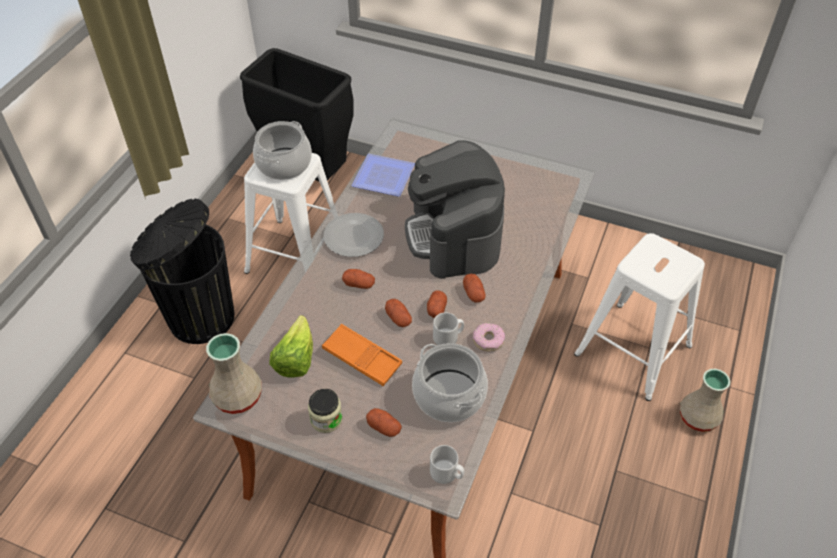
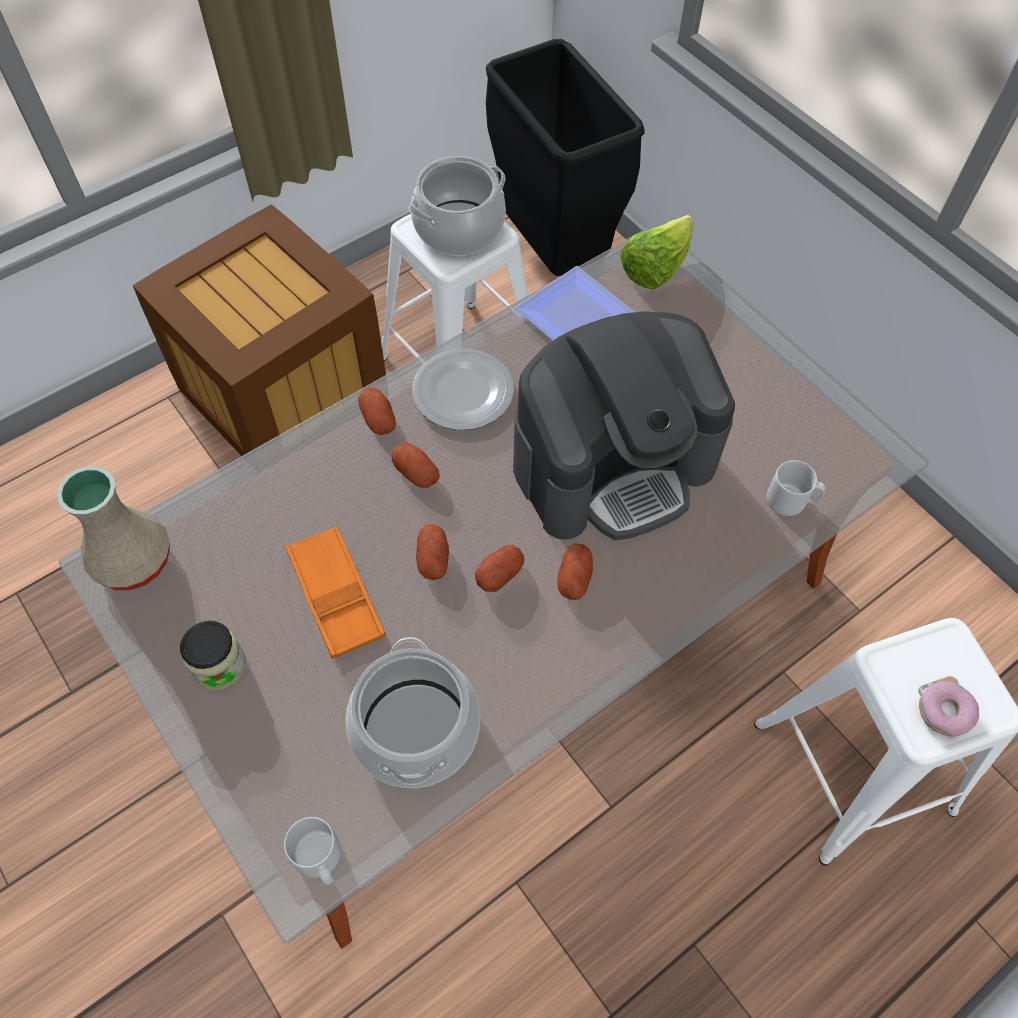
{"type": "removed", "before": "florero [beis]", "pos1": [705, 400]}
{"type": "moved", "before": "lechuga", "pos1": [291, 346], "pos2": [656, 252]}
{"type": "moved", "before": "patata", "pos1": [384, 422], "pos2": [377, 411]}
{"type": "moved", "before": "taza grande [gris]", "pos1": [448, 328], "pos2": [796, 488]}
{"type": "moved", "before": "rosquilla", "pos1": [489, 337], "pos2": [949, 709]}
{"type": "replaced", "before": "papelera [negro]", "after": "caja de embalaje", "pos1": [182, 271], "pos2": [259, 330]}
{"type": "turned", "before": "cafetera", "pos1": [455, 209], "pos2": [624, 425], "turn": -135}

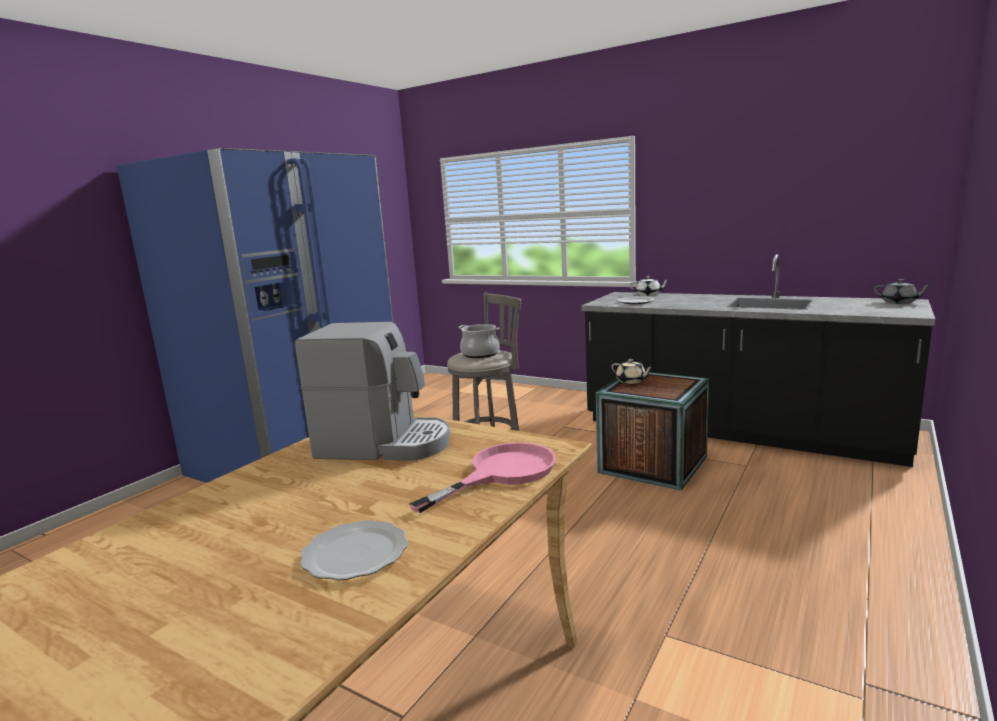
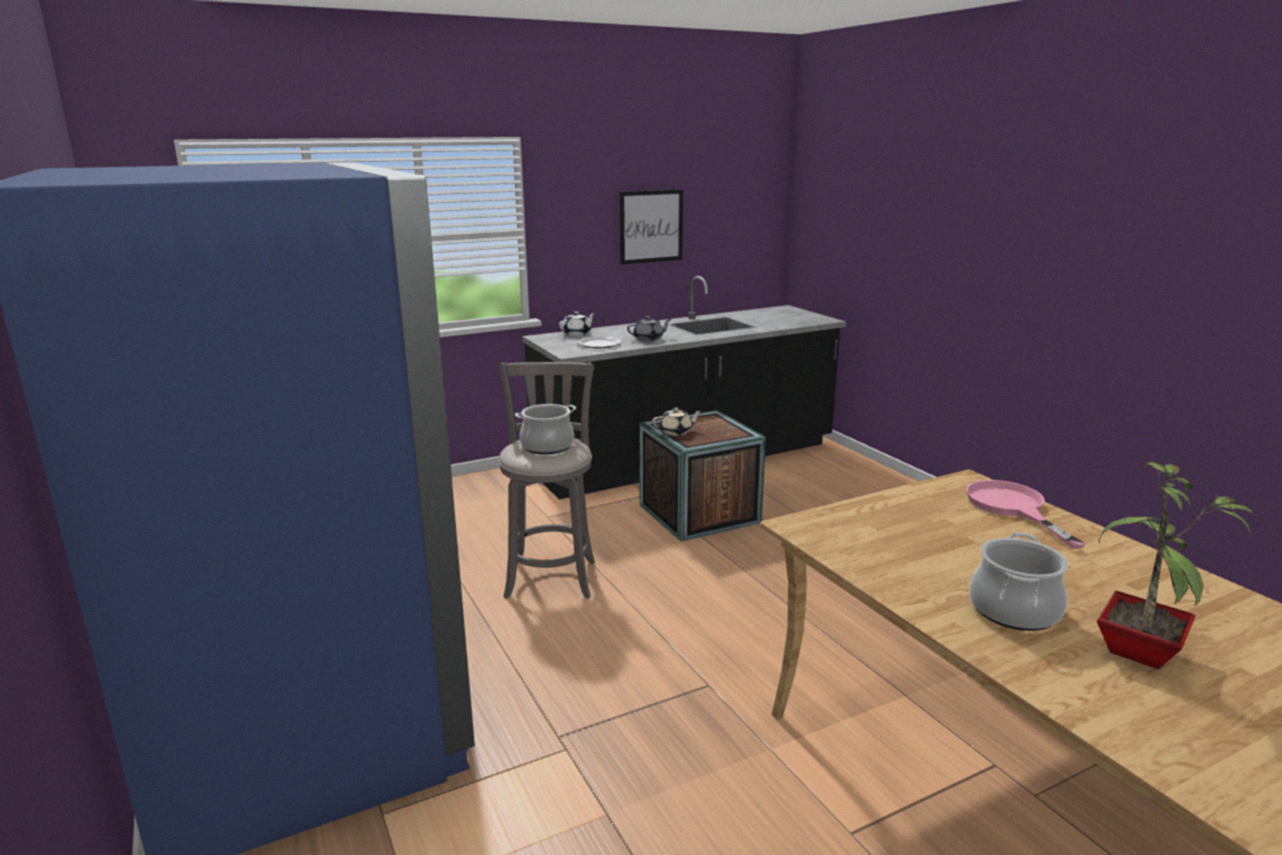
{"type": "removed", "before": "cafetera", "pos1": [372, 391]}
{"type": "removed", "before": "plato", "pos1": [354, 550]}
{"type": "added", "after": "cuadro", "pos2": [651, 227]}
{"type": "added", "after": "olla", "pos2": [1018, 582]}
{"type": "added", "after": "planta en maceta", "pos2": [1177, 564]}
{"type": "moved", "before": "tetera [gris]", "pos1": [902, 291], "pos2": [649, 328]}

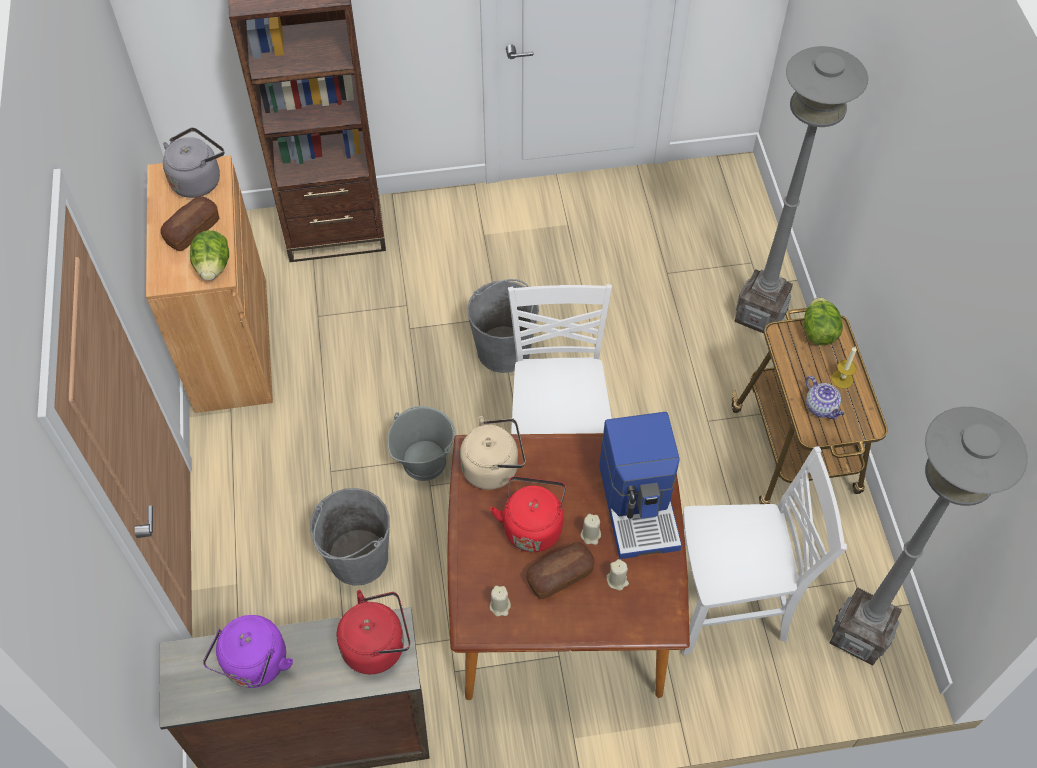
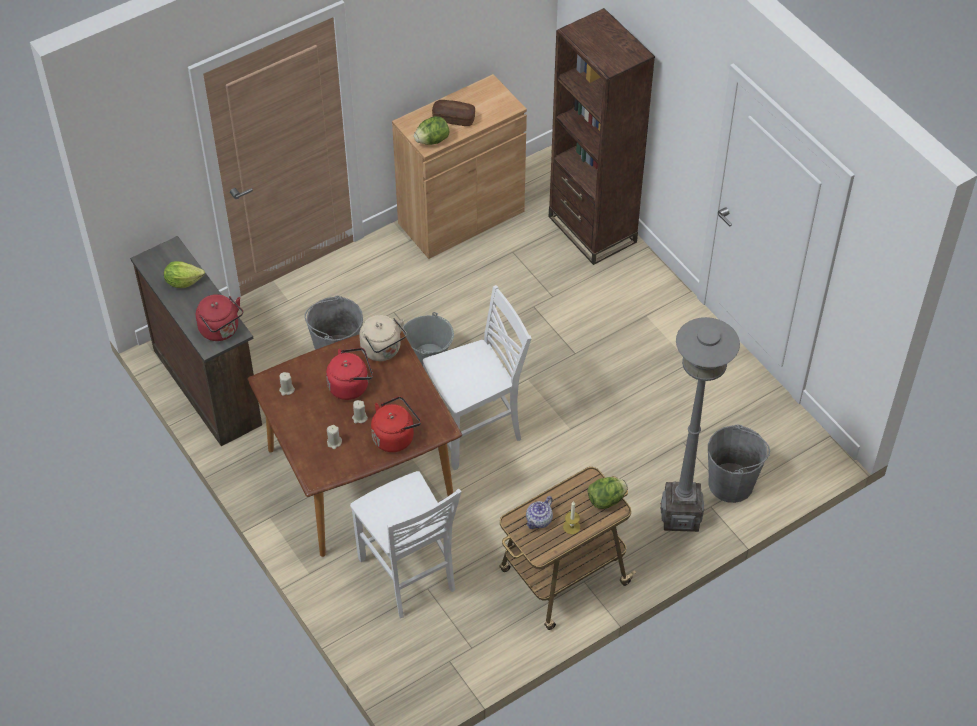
{"type": "removed", "before": "hervidor [gris]", "pos1": [193, 163]}
{"type": "removed", "before": "pan", "pos1": [560, 570]}
{"type": "removed", "before": "lámpara de pie [gris]", "pos1": [928, 536]}
{"type": "moved", "before": "cubo [gris]", "pos1": [503, 326], "pos2": [739, 464]}
{"type": "replaced", "before": "hervidor [morado]", "after": "lechuga", "pos1": [248, 651], "pos2": [184, 274]}
{"type": "replaced", "before": "cafetera", "after": "hervidor [rojo]", "pos1": [640, 485], "pos2": [396, 424]}

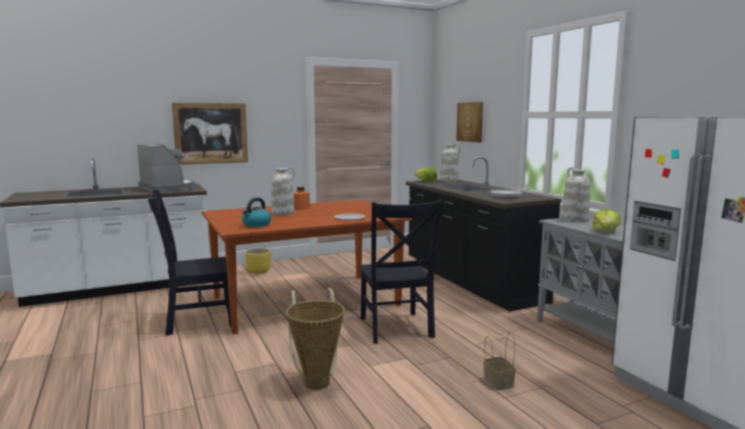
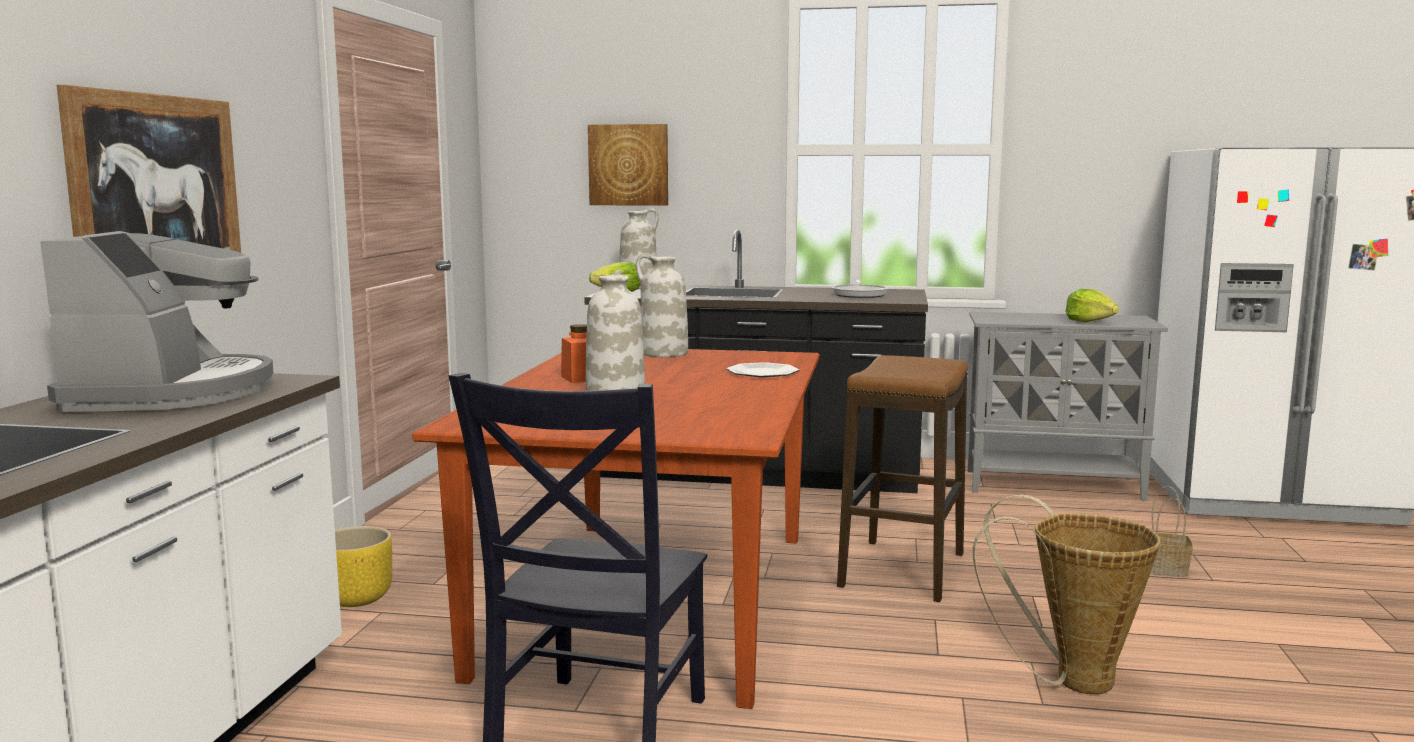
{"type": "removed", "before": "hervidor", "pos1": [256, 212]}
{"type": "moved", "before": "florero [blanco]", "pos1": [576, 194], "pos2": [662, 305]}
{"type": "replaced", "before": "silla [negro]", "after": "taburete", "pos1": [401, 272], "pos2": [902, 478]}
{"type": "turned", "before": "cafetera", "pos1": [166, 168], "pos2": [156, 321], "turn": 90}

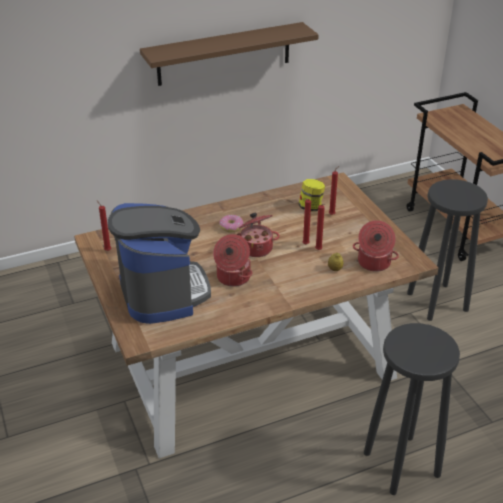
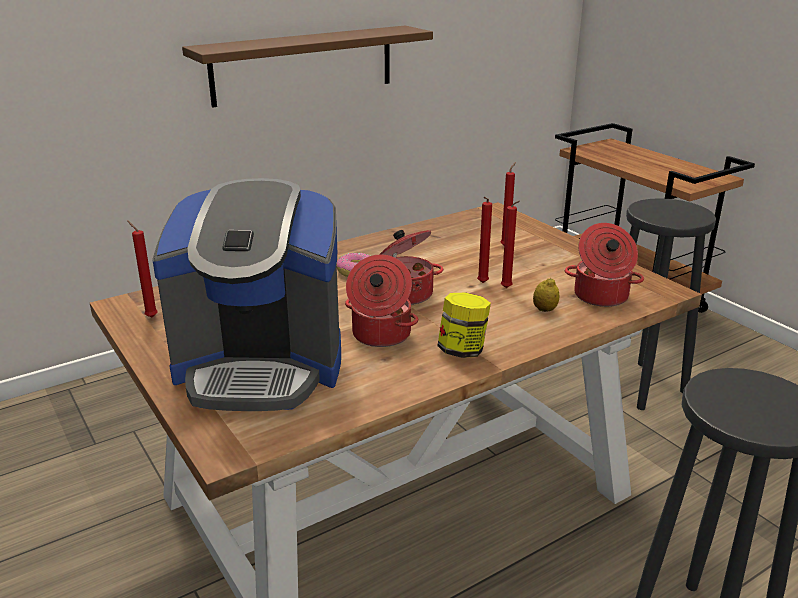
{"type": "moved", "before": "tarro", "pos1": [312, 195], "pos2": [464, 325]}
{"type": "turned", "before": "cafetera", "pos1": [159, 263], "pos2": [246, 294], "turn": 120}

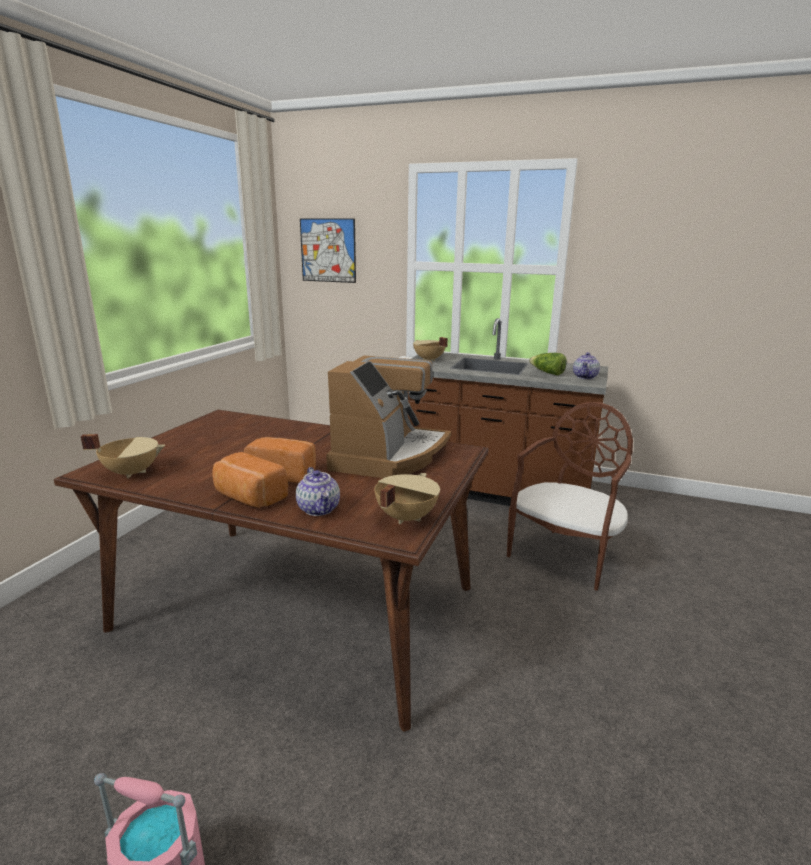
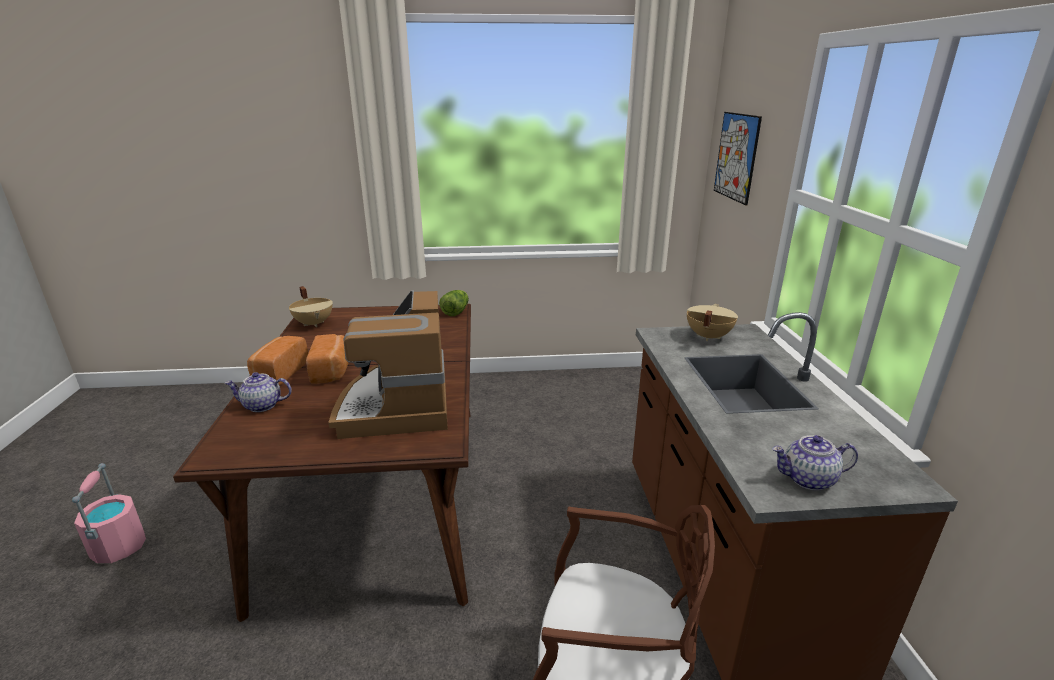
{"type": "removed", "before": "olla [beis]", "pos1": [407, 498]}
{"type": "moved", "before": "lechuga", "pos1": [548, 364], "pos2": [454, 303]}
{"type": "turned", "before": "tetera", "pos1": [318, 491], "pos2": [258, 392], "turn": 45}
{"type": "turned", "before": "cafetera", "pos1": [388, 417], "pos2": [388, 364], "turn": 90}

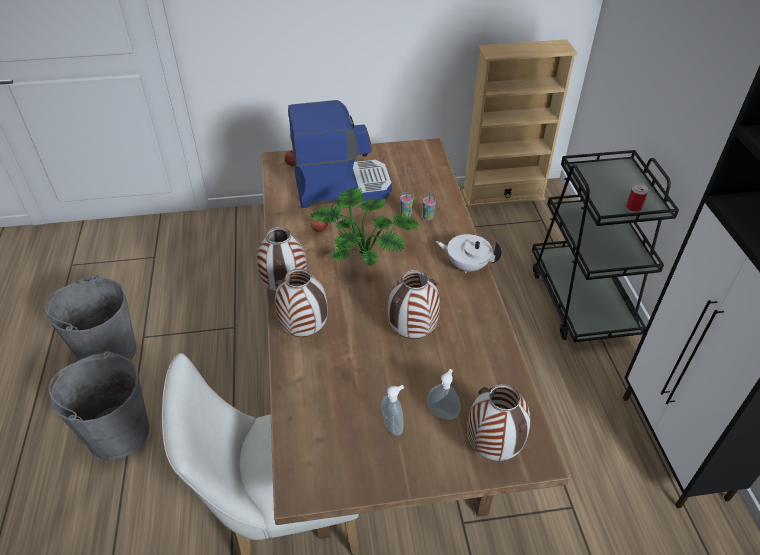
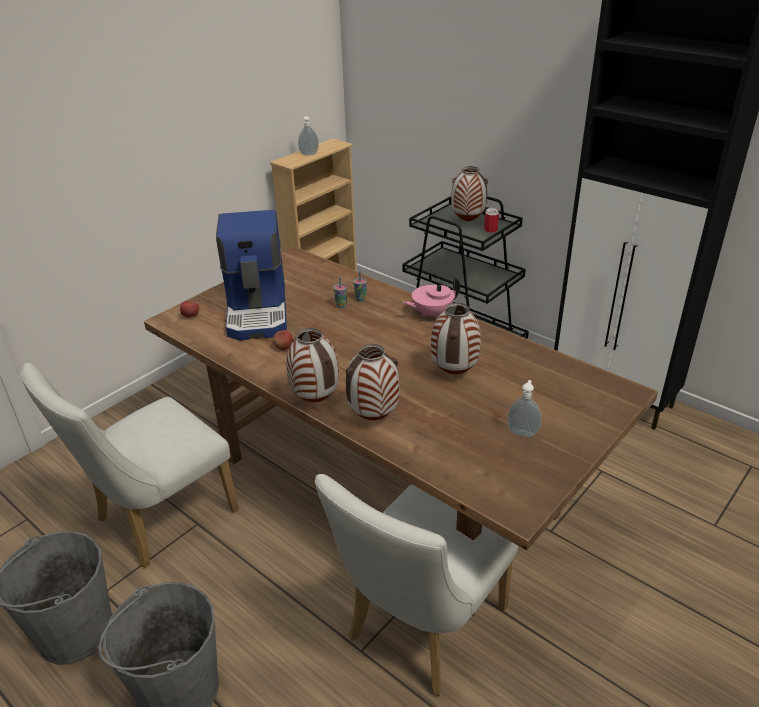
{"type": "removed", "before": "planta en maceta", "pos1": [364, 226]}
{"type": "added", "after": "silla [blanco]", "pos2": [130, 465]}
{"type": "moved", "before": "dispensador de jabón", "pos1": [444, 394], "pos2": [308, 136]}
{"type": "moved", "before": "florero", "pos1": [499, 422], "pos2": [469, 193]}
{"type": "recoloured", "before": "tetera [blanco]", "after": "tetera [rosa]", "pos1": [469, 253], "pos2": [431, 298]}
{"type": "turned", "before": "cafetera", "pos1": [340, 154], "pos2": [251, 275], "turn": 135}

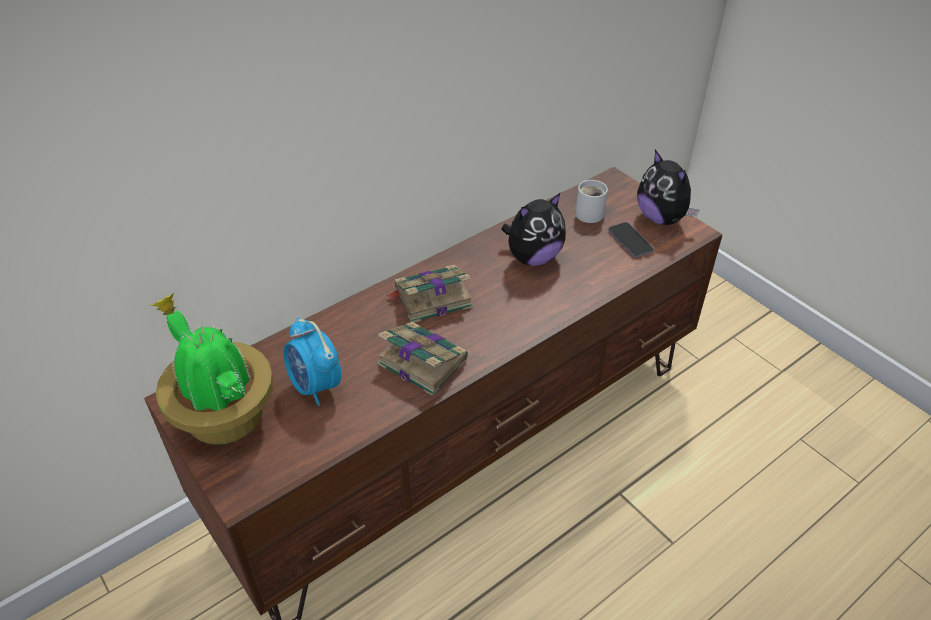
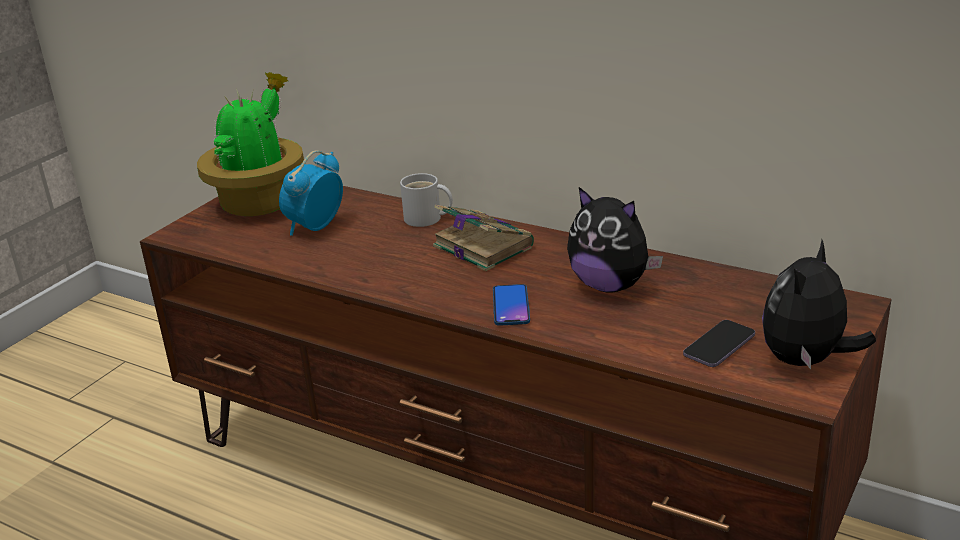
{"type": "removed", "before": "libro", "pos1": [422, 359]}
{"type": "added", "after": "móvil", "pos2": [511, 305]}
{"type": "moved", "before": "taza grande [blanco]", "pos1": [591, 201], "pos2": [426, 200]}

